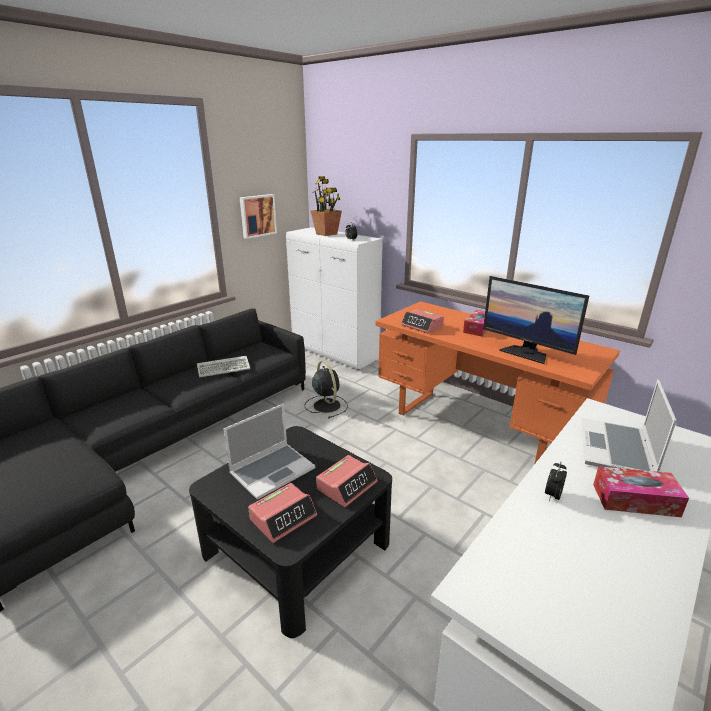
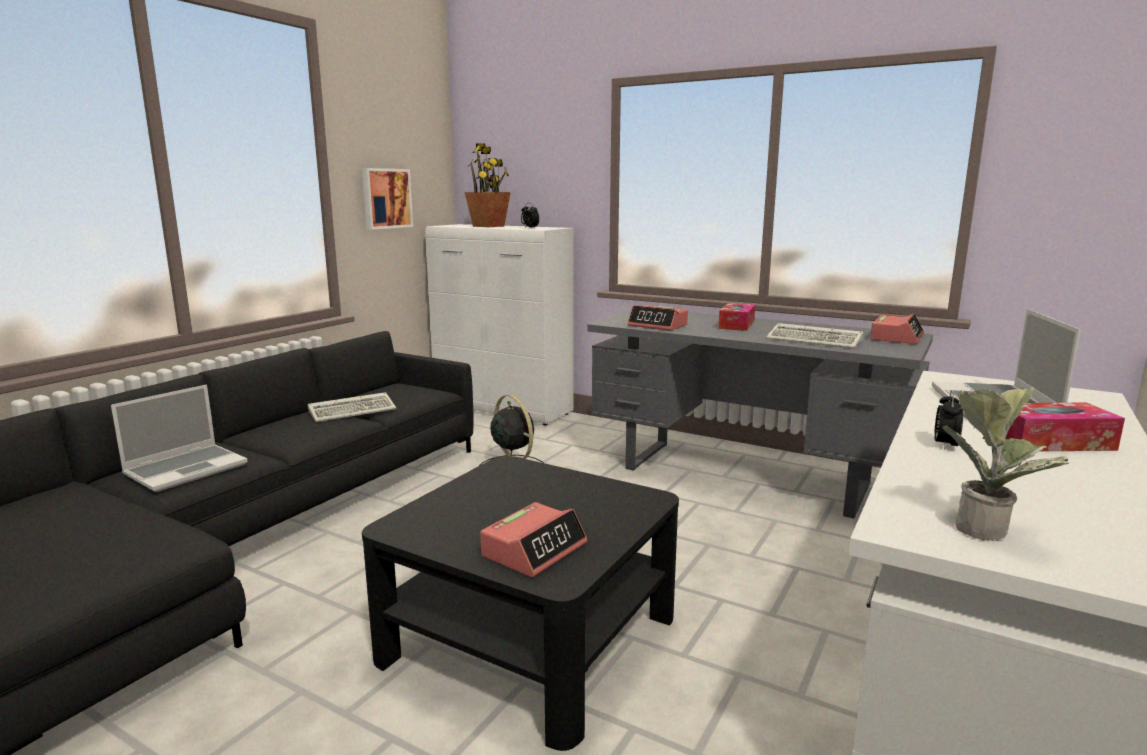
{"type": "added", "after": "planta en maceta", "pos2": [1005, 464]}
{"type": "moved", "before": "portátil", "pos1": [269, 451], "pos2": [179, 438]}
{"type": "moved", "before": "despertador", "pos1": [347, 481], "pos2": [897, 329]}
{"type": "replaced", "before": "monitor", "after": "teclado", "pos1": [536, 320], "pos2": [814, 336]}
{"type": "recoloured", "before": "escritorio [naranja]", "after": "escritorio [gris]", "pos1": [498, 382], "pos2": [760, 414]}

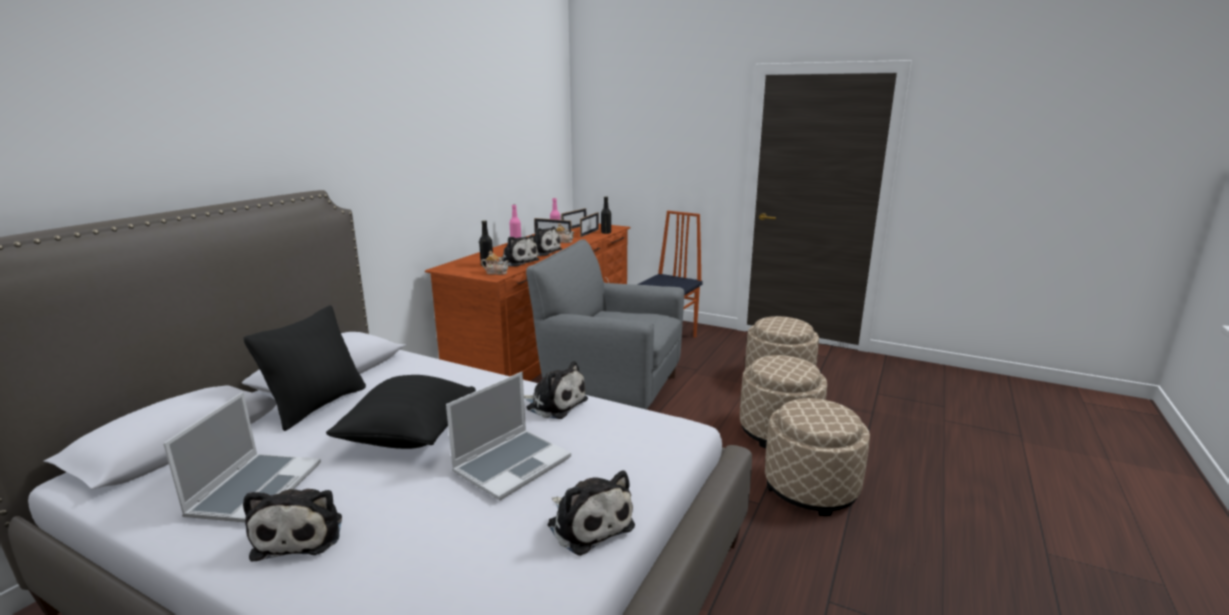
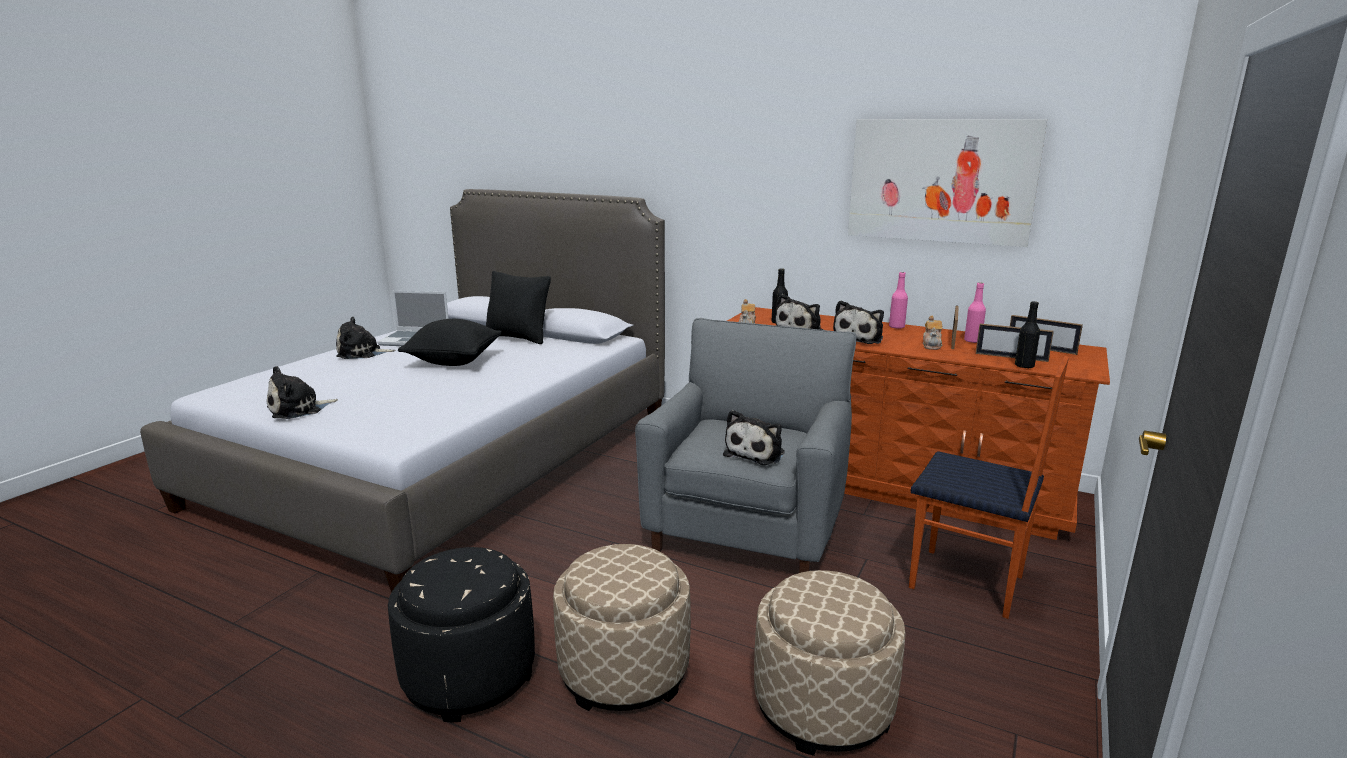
{"type": "removed", "before": "portátil", "pos1": [508, 436]}
{"type": "added", "after": "cuadro", "pos2": [947, 183]}
{"type": "moved", "before": "peluche", "pos1": [556, 390], "pos2": [754, 437]}
{"type": "recoloured", "before": "puf [beis]", "after": "puf [negro]", "pos1": [817, 457], "pos2": [461, 634]}

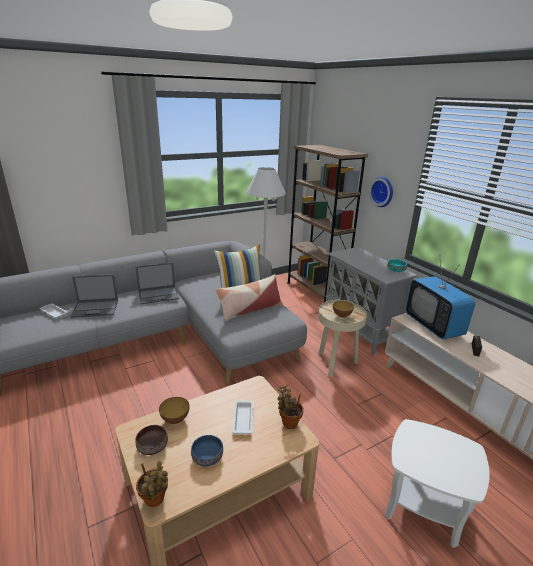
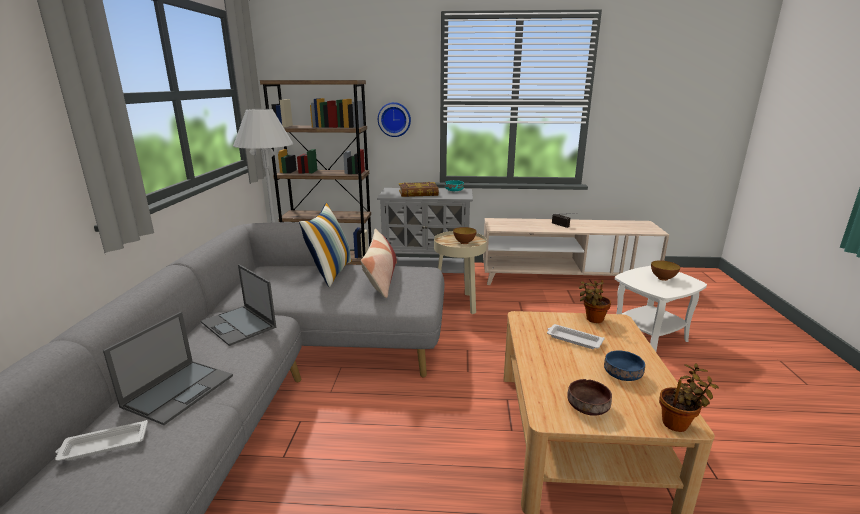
{"type": "removed", "before": "televisor", "pos1": [440, 297]}
{"type": "added", "after": "libro", "pos2": [419, 189]}
{"type": "moved", "before": "cuenco", "pos1": [174, 410], "pos2": [665, 270]}
{"type": "turned", "before": "portátil", "pos1": [157, 283], "pos2": [238, 305], "turn": 120}

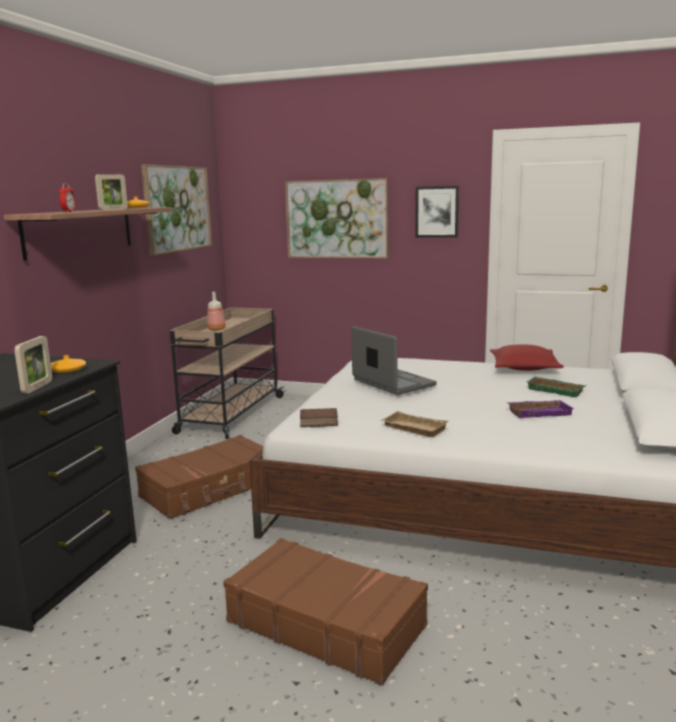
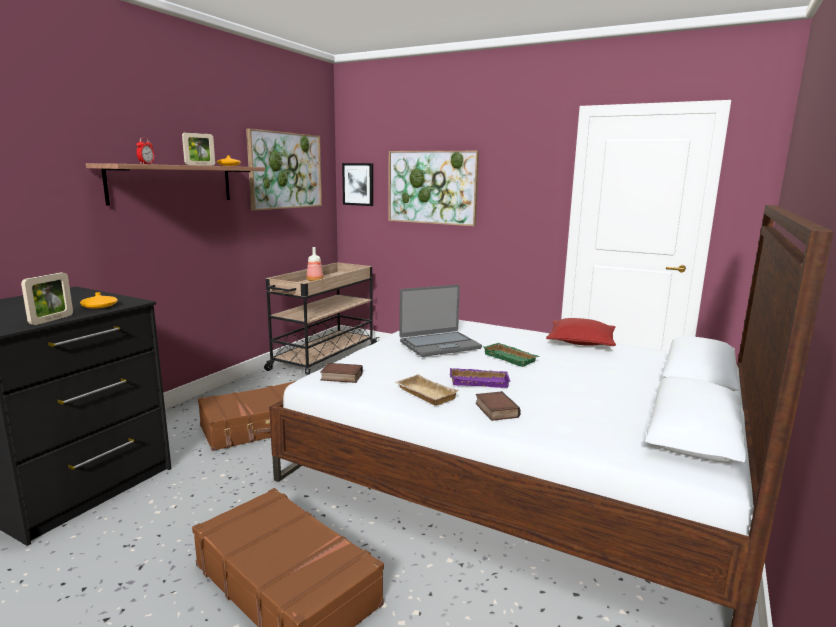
{"type": "added", "after": "libro", "pos2": [498, 406]}
{"type": "moved", "before": "cuadro", "pos1": [437, 212], "pos2": [357, 184]}
{"type": "moved", "before": "bandeja [morado]", "pos1": [540, 409], "pos2": [480, 378]}
{"type": "moved", "before": "bandeja [verde]", "pos1": [556, 387], "pos2": [511, 355]}
{"type": "turned", "before": "portátil", "pos1": [394, 360], "pos2": [440, 321], "turn": 90}

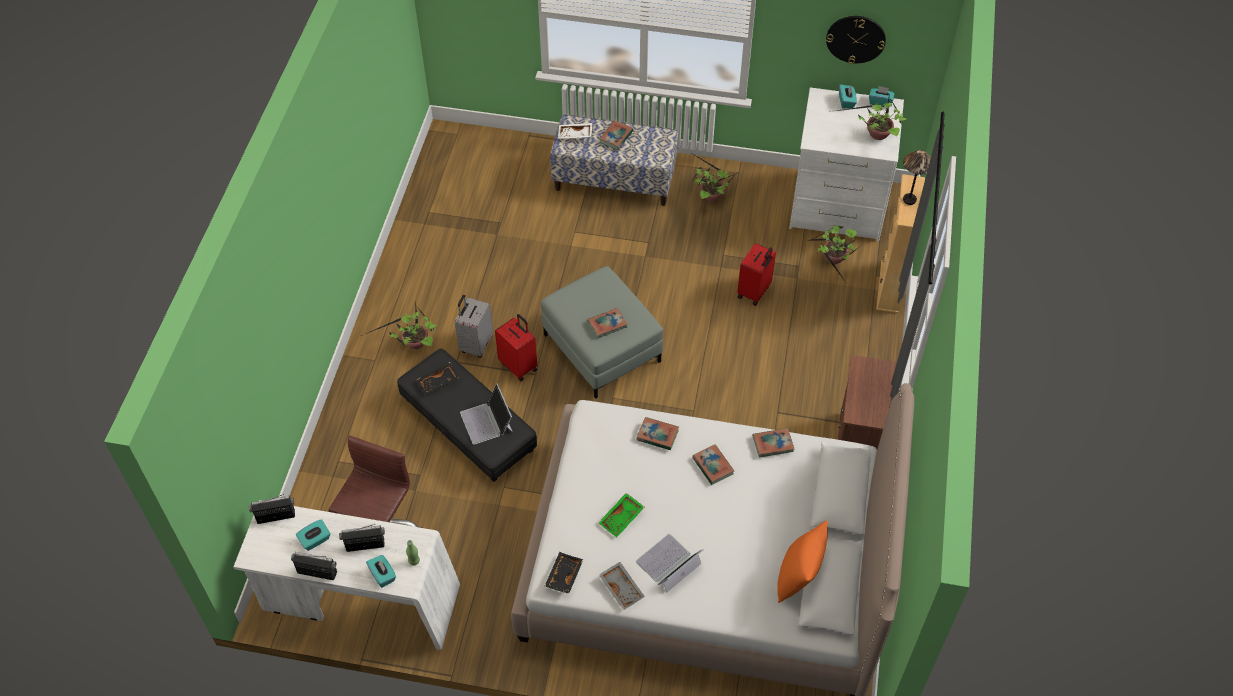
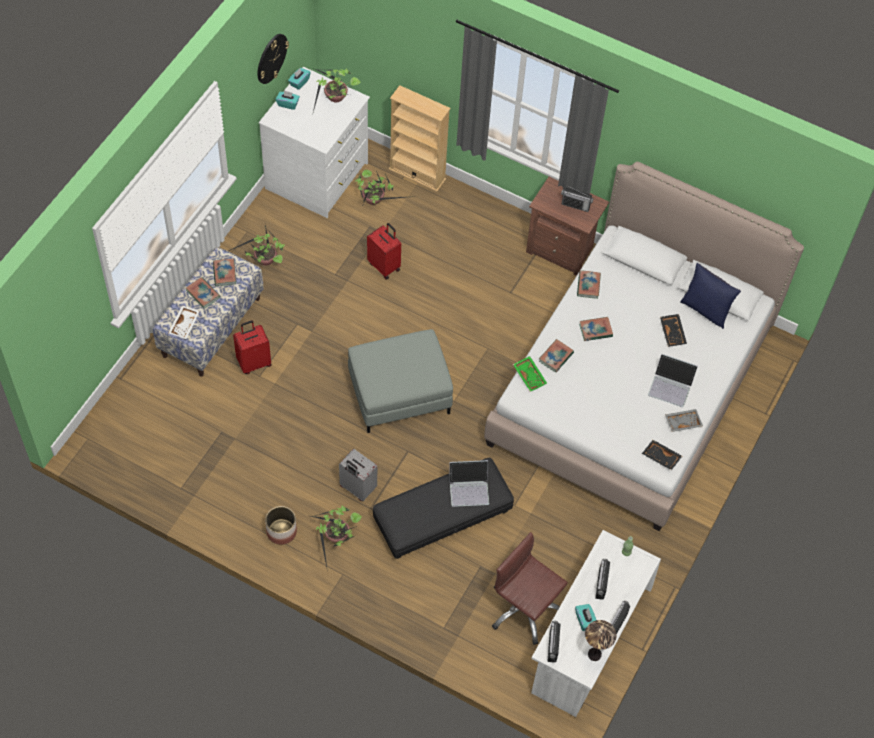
{"type": "removed", "before": "caja de pañuelos [turquesa]", "pos1": [381, 571]}
{"type": "added", "after": "maceta", "pos2": [281, 525]}
{"type": "added", "after": "radio", "pos2": [577, 199]}
{"type": "moved", "before": "bandeja [negro]", "pos1": [438, 379], "pos2": [673, 330]}
{"type": "moved", "before": "maleta [rojo]", "pos1": [516, 348], "pos2": [252, 347]}
{"type": "moved", "before": "libro", "pos1": [607, 323], "pos2": [224, 272]}
{"type": "moved", "before": "bandeja [verde]", "pos1": [621, 515], "pos2": [530, 374]}
{"type": "moved", "before": "lámpara de mesa", "pos1": [917, 177], "pos2": [600, 640]}
{"type": "recoloured", "before": "cojín [naranja]", "after": "cojín [azul]", "pos1": [802, 562], "pos2": [710, 296]}
{"type": "turned", "before": "portátil", "pos1": [670, 563], "pos2": [673, 380], "turn": -45}

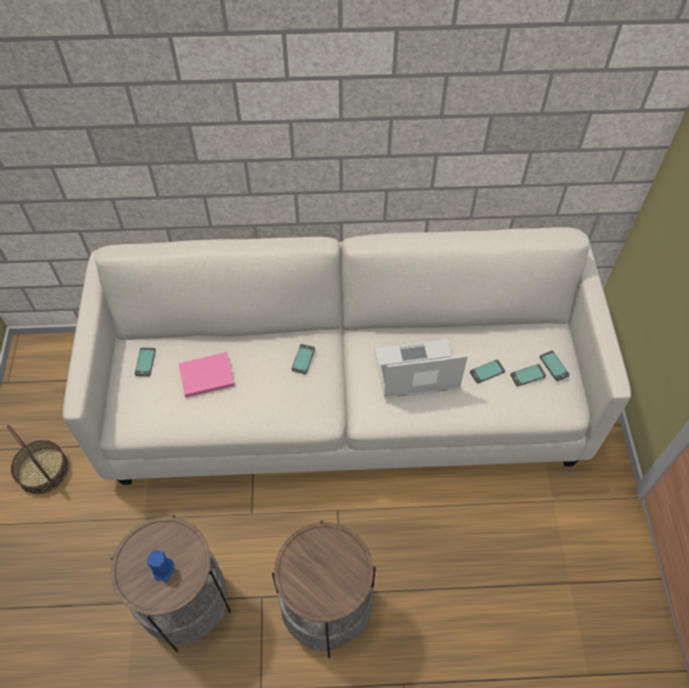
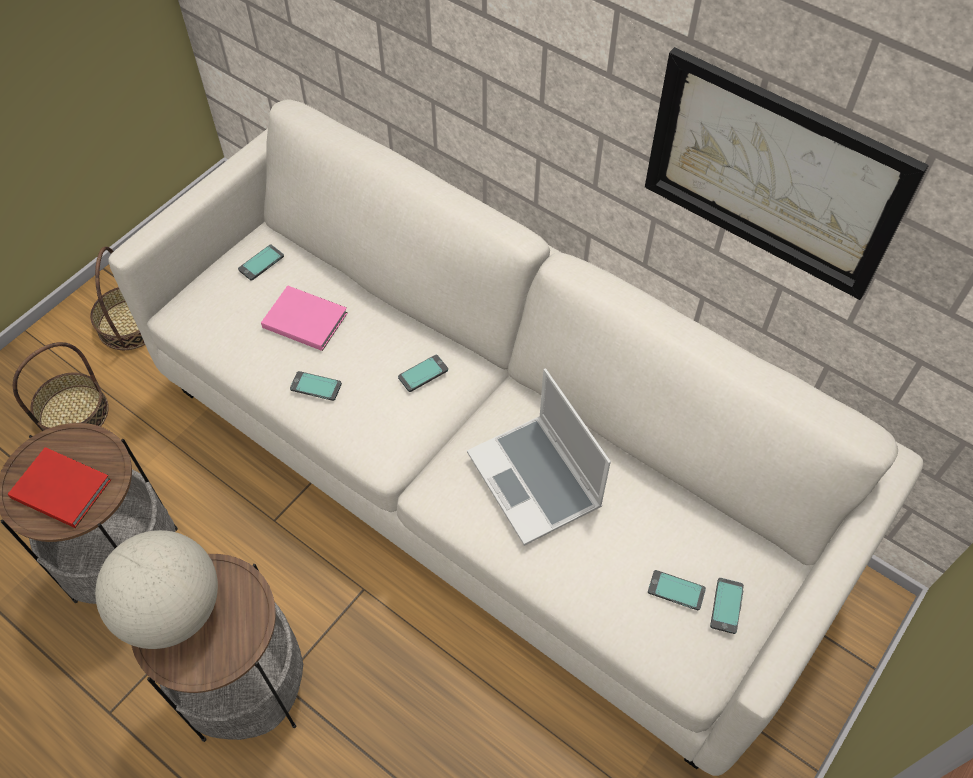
{"type": "added", "after": "cesta", "pos2": [61, 386]}
{"type": "added", "after": "globo terráqueo", "pos2": [156, 589]}
{"type": "added", "after": "cuadro", "pos2": [787, 173]}
{"type": "moved", "before": "móvil", "pos1": [487, 371], "pos2": [316, 386]}
{"type": "replaced", "before": "vela [azul]", "after": "libro [rojo]", "pos1": [160, 565], "pos2": [59, 487]}
{"type": "turned", "before": "portátil", "pos1": [421, 369], "pos2": [539, 457], "turn": -150}

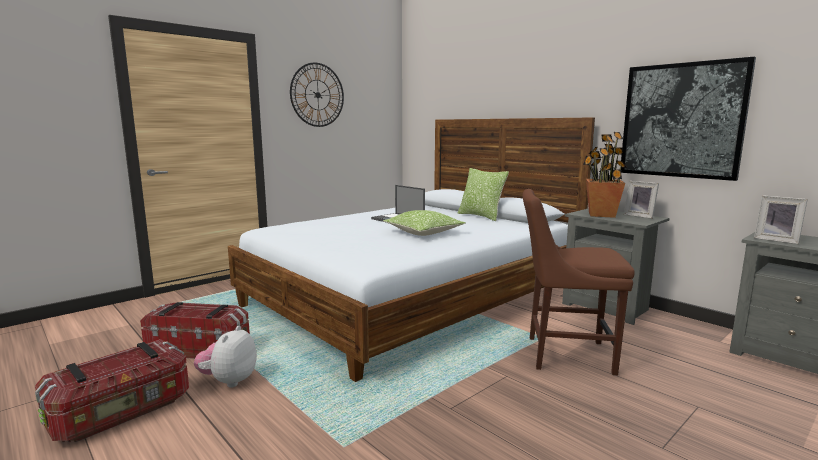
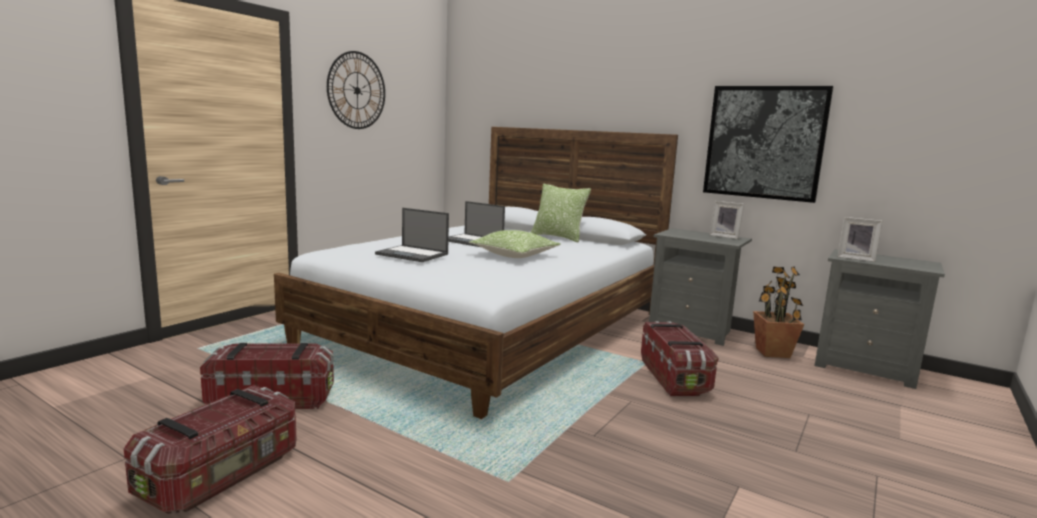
{"type": "removed", "before": "peluche", "pos1": [225, 357]}
{"type": "added", "after": "portátil", "pos2": [412, 235]}
{"type": "moved", "before": "planta en maceta", "pos1": [605, 175], "pos2": [778, 312]}
{"type": "replaced", "before": "silla [marrón]", "after": "caja de almacenaje", "pos1": [578, 282], "pos2": [680, 358]}

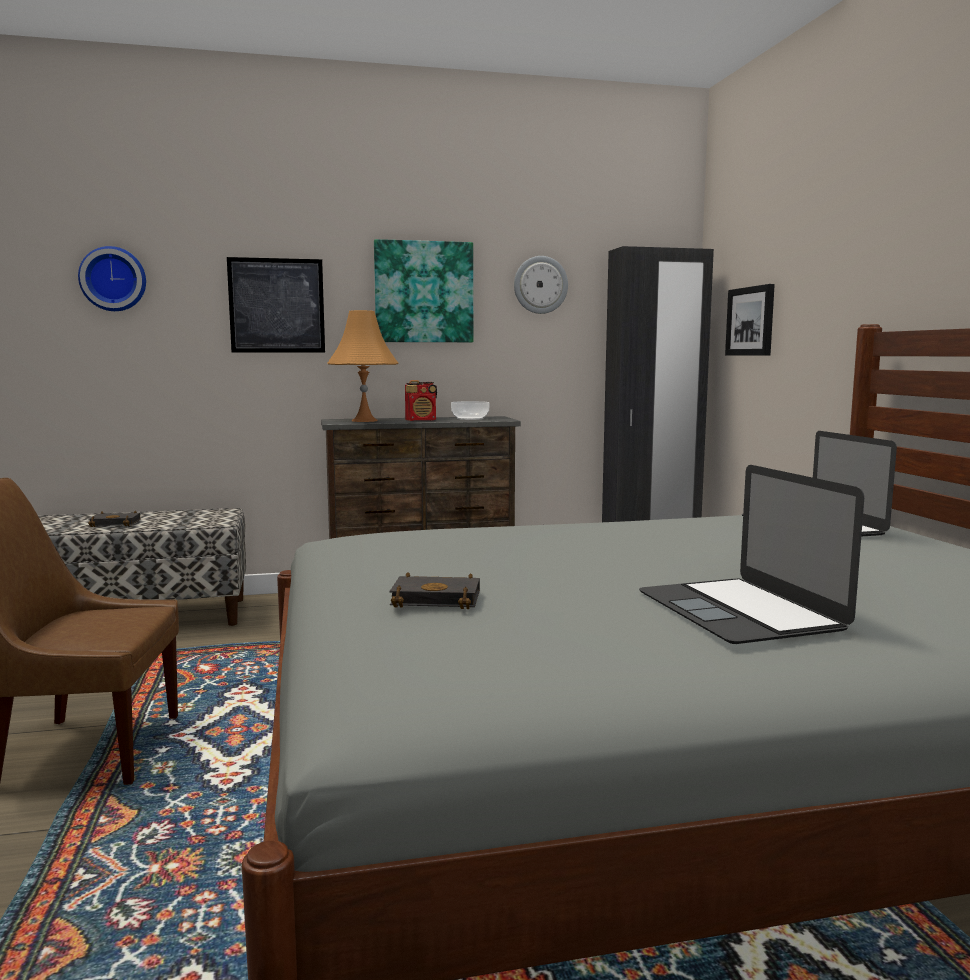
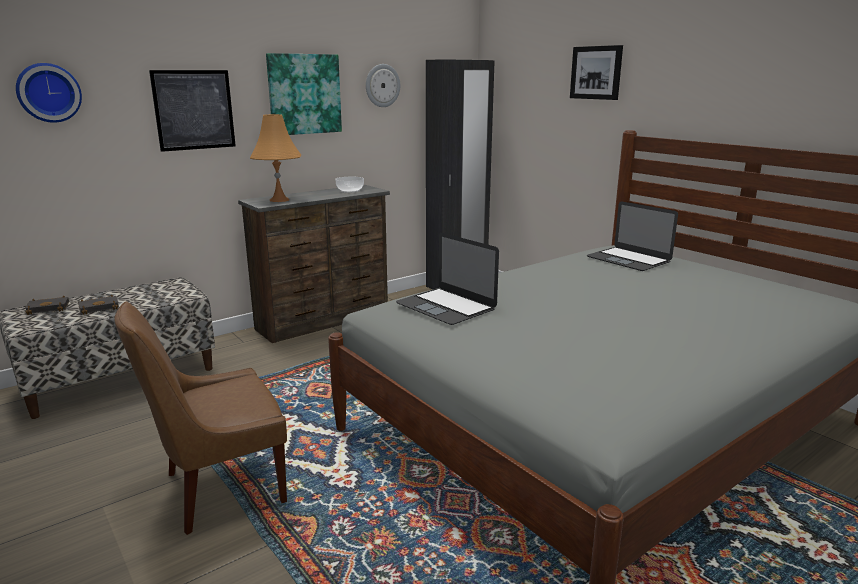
{"type": "removed", "before": "radio", "pos1": [421, 400]}
{"type": "moved", "before": "libro [negro]", "pos1": [434, 590], "pos2": [46, 305]}
{"type": "moved", "before": "portátil", "pos1": [751, 554], "pos2": [447, 279]}
{"type": "moved", "before": "cuadro", "pos1": [750, 319], "pos2": [596, 72]}

